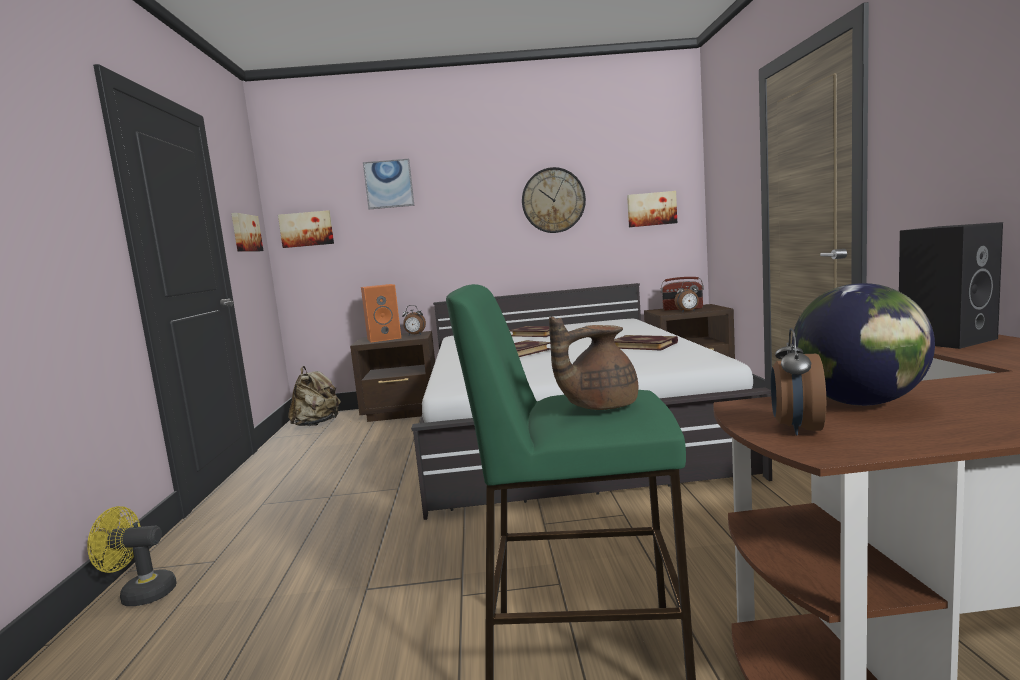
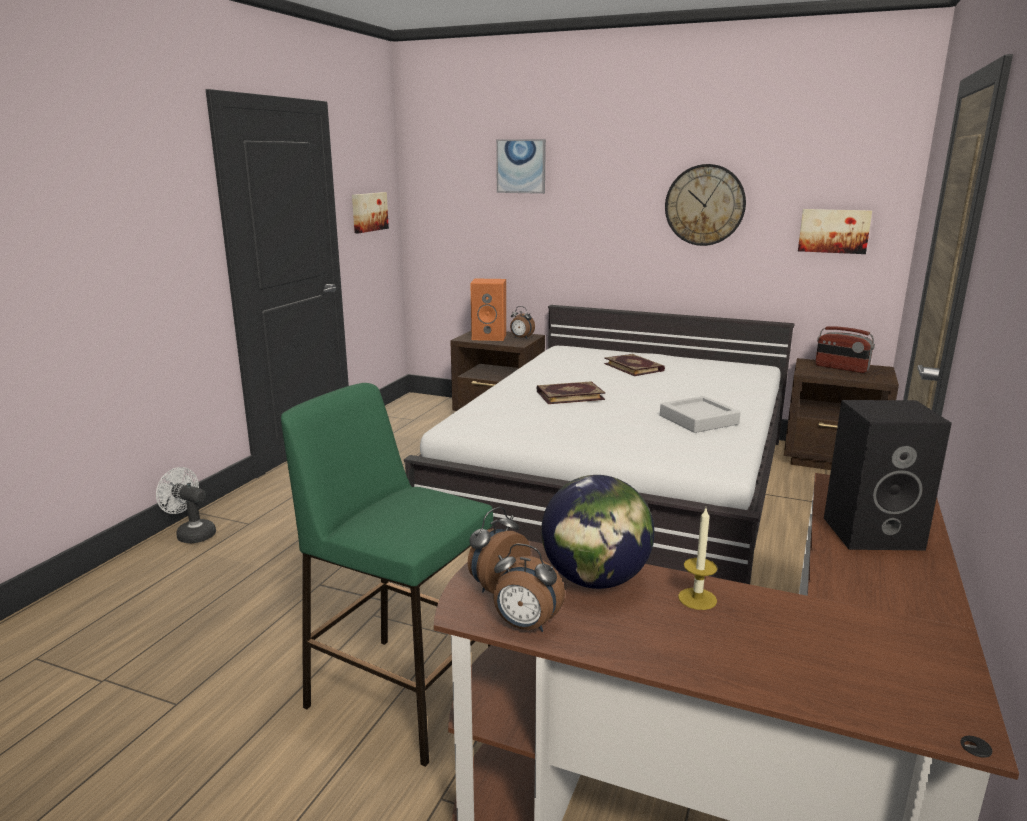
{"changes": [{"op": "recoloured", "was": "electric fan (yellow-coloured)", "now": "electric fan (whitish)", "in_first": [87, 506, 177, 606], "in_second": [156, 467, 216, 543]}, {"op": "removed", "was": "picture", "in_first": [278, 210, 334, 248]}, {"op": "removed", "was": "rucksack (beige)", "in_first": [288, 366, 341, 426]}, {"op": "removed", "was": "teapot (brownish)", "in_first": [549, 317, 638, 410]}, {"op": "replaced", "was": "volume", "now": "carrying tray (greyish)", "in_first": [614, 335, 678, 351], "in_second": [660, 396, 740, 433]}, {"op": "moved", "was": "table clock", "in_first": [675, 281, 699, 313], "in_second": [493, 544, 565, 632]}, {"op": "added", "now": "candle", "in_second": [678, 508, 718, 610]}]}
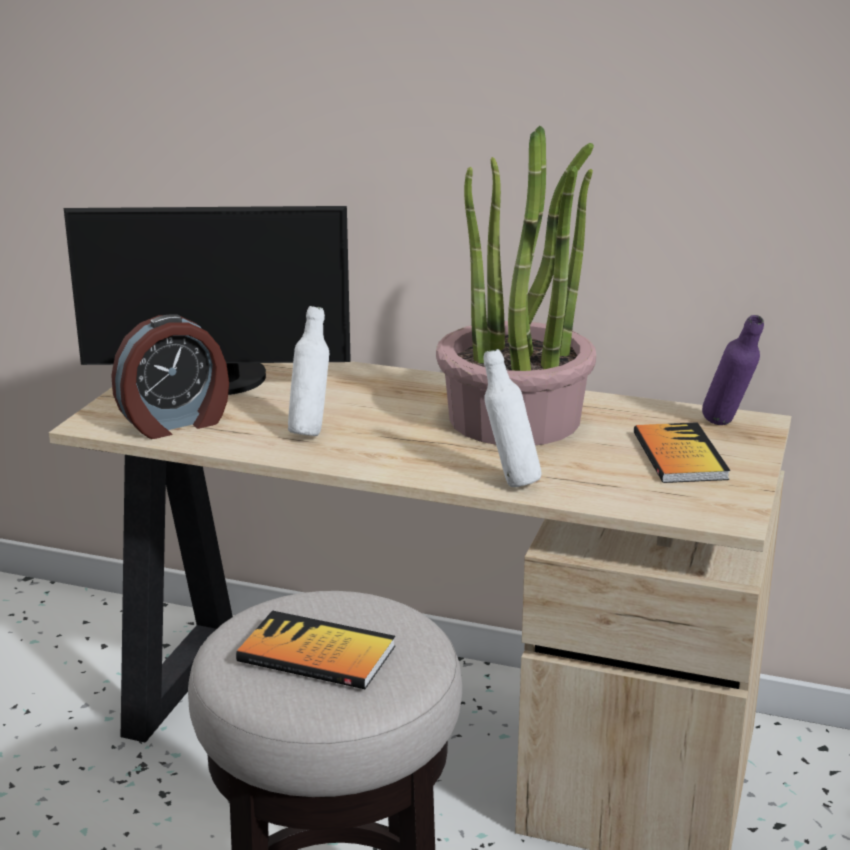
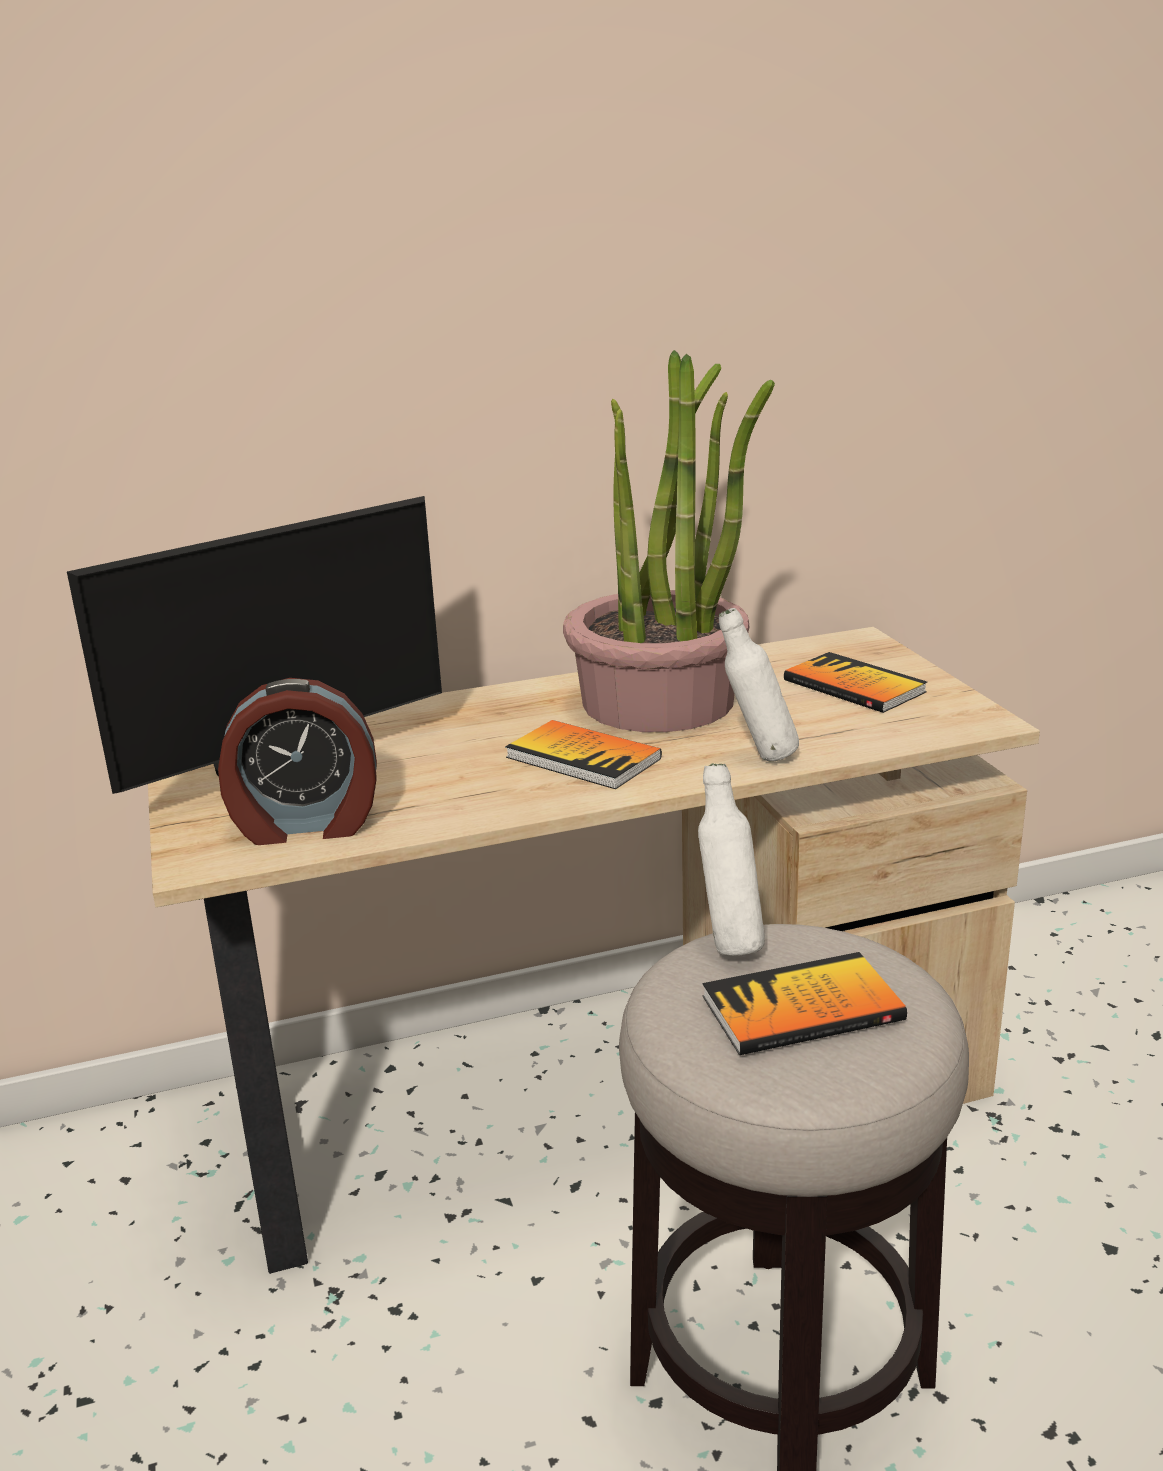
{"changes": [{"op": "turned", "was": "table clock", "in_first": [111, 314, 229, 439], "in_second": [218, 678, 377, 845], "clockwise": 60}, {"op": "moved", "was": "beverage bottle (whitish)", "in_first": [288, 306, 329, 436], "in_second": [698, 763, 765, 956]}, {"op": "removed", "was": "beverage bottle (purple)", "in_first": [702, 315, 764, 425]}, {"op": "added", "now": "volume", "in_second": [505, 720, 662, 789]}]}
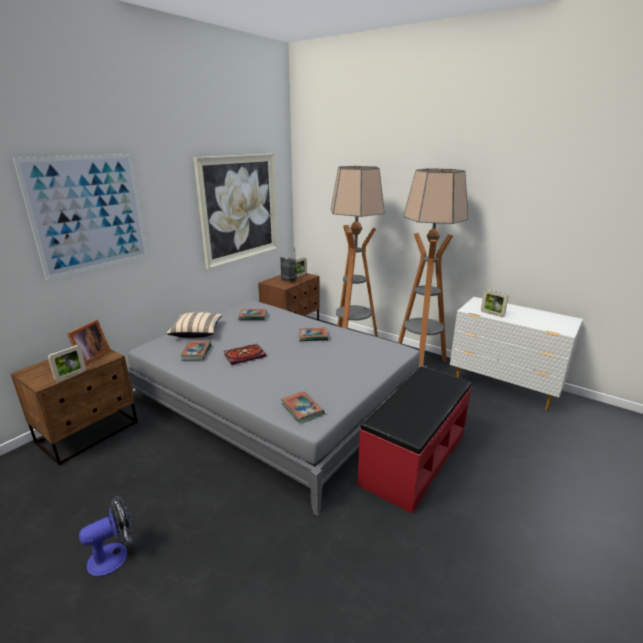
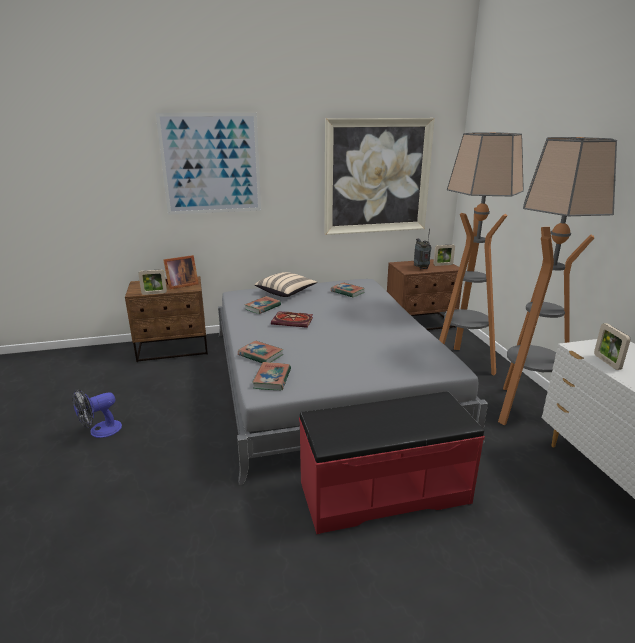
{"changes": [{"op": "turned", "was": "electric fan", "in_first": [79, 496, 134, 576], "in_second": [72, 389, 122, 438], "clockwise": 135}, {"op": "moved", "was": "volume", "in_first": [299, 328, 328, 341], "in_second": [238, 341, 283, 363]}]}
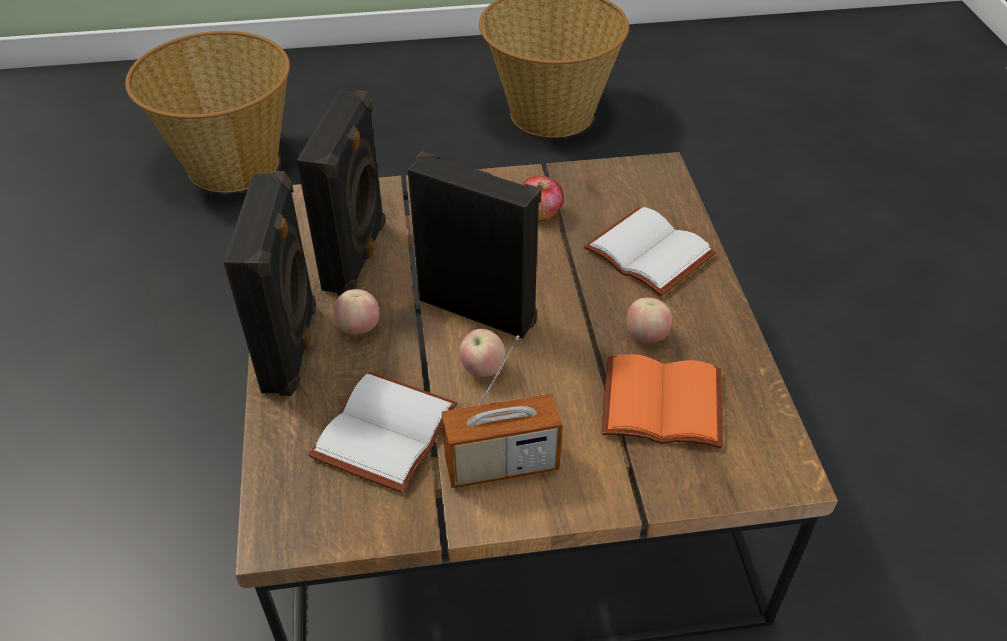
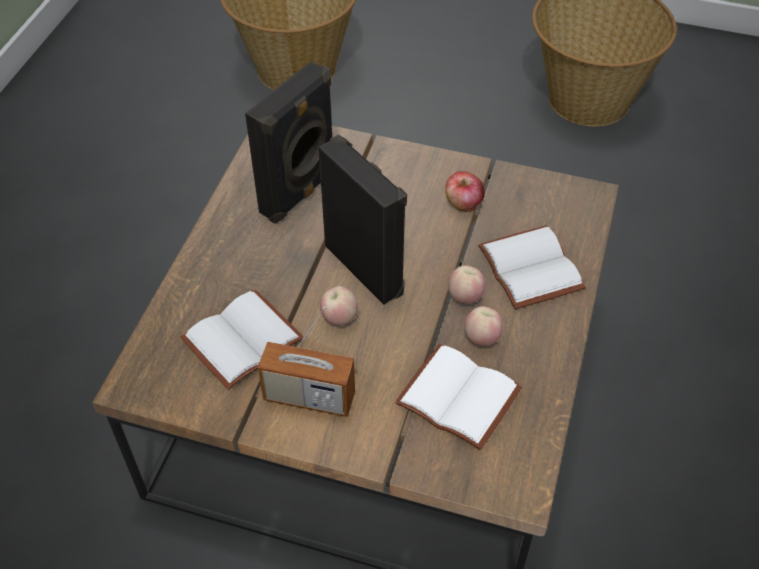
{"changes": [{"op": "removed", "was": "audio speaker (black)", "in_first": [224, 171, 316, 396]}, {"op": "moved", "was": "apple", "in_first": [334, 289, 380, 335], "in_second": [448, 265, 485, 304]}, {"op": "recoloured", "was": "volume (orange)", "now": "volume (whitish)", "in_first": [602, 354, 723, 448], "in_second": [395, 344, 522, 450]}]}
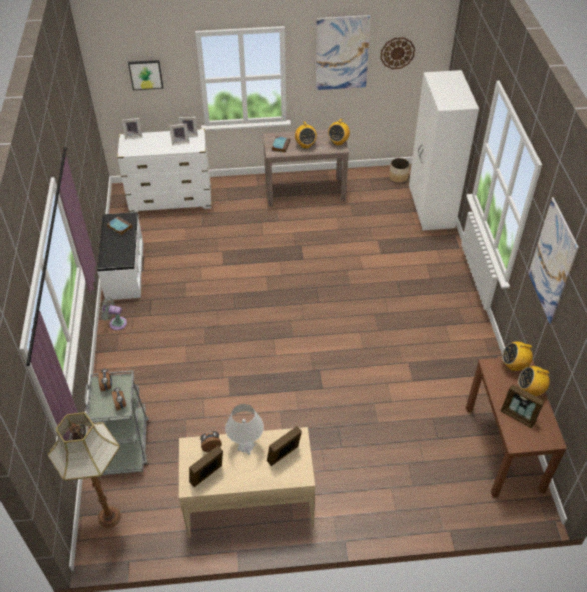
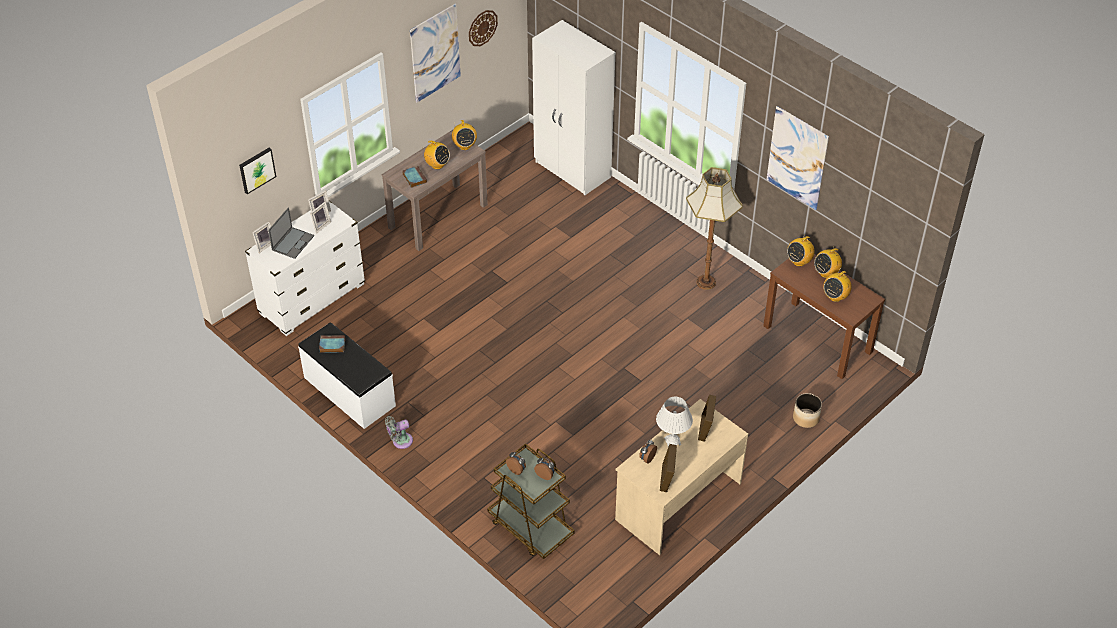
{"changes": [{"op": "moved", "was": "standard lamp", "in_first": [48, 412, 121, 528], "in_second": [686, 167, 743, 290]}, {"op": "recoloured", "was": "cart (greyish)", "now": "cart (brownish)", "in_first": [84, 370, 149, 475], "in_second": [487, 444, 575, 559]}, {"op": "moved", "was": "plant pot", "in_first": [389, 158, 410, 183], "in_second": [793, 393, 822, 428]}, {"op": "replaced", "was": "picture frame", "now": "radio", "in_first": [501, 384, 545, 428], "in_second": [823, 267, 852, 302]}, {"op": "added", "now": "laptop", "in_second": [268, 208, 314, 259]}]}
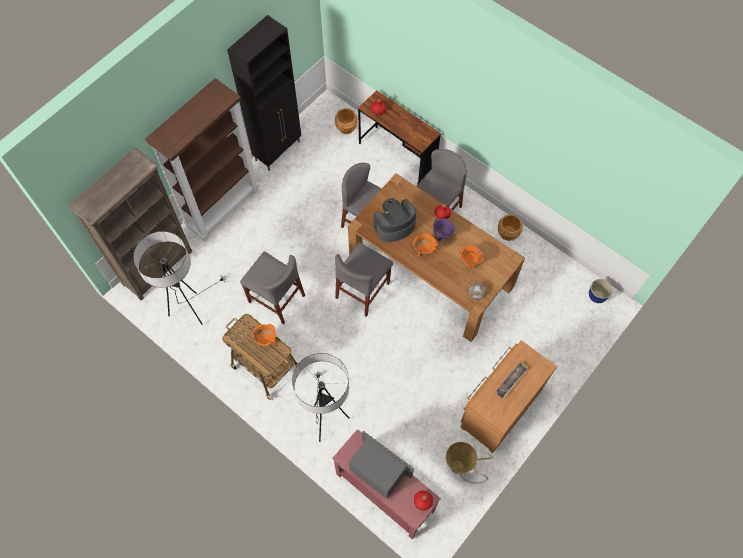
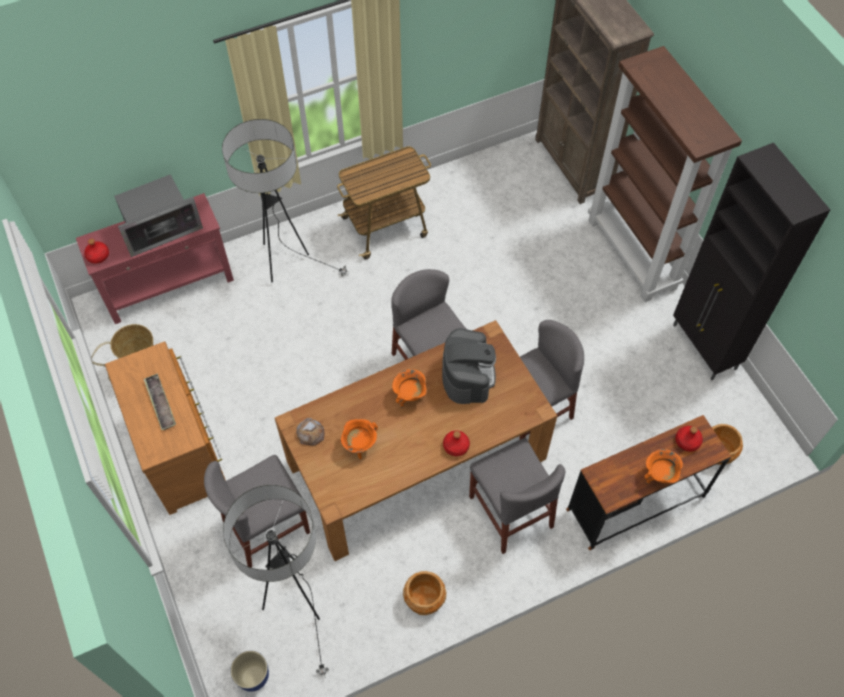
{"changes": [{"op": "moved", "was": "standard lamp", "in_first": [133, 231, 227, 325], "in_second": [223, 485, 329, 676]}, {"op": "moved", "was": "plain chair (greyish)", "in_first": [240, 251, 305, 324], "in_second": [204, 455, 310, 567]}, {"op": "moved", "was": "cooking pot (orange)", "in_first": [252, 324, 277, 346], "in_second": [644, 449, 683, 484]}, {"op": "removed", "was": "cooking pot (purple)", "in_first": [433, 219, 455, 241]}]}
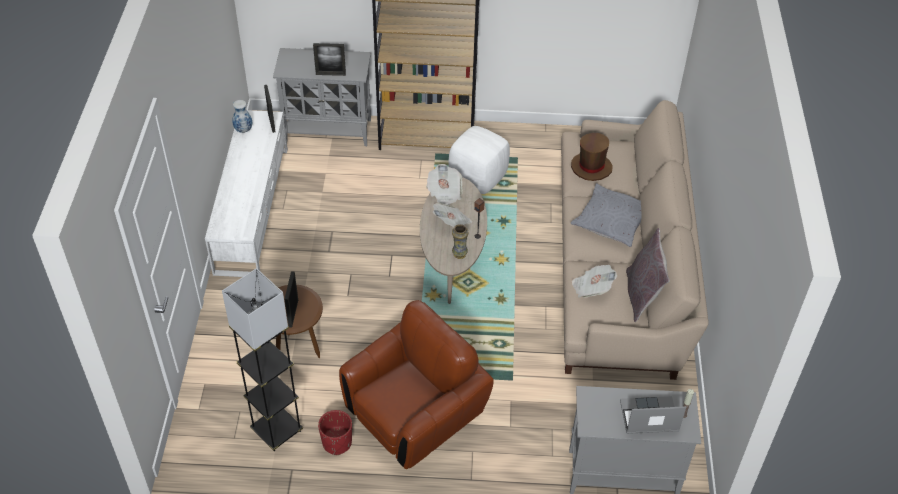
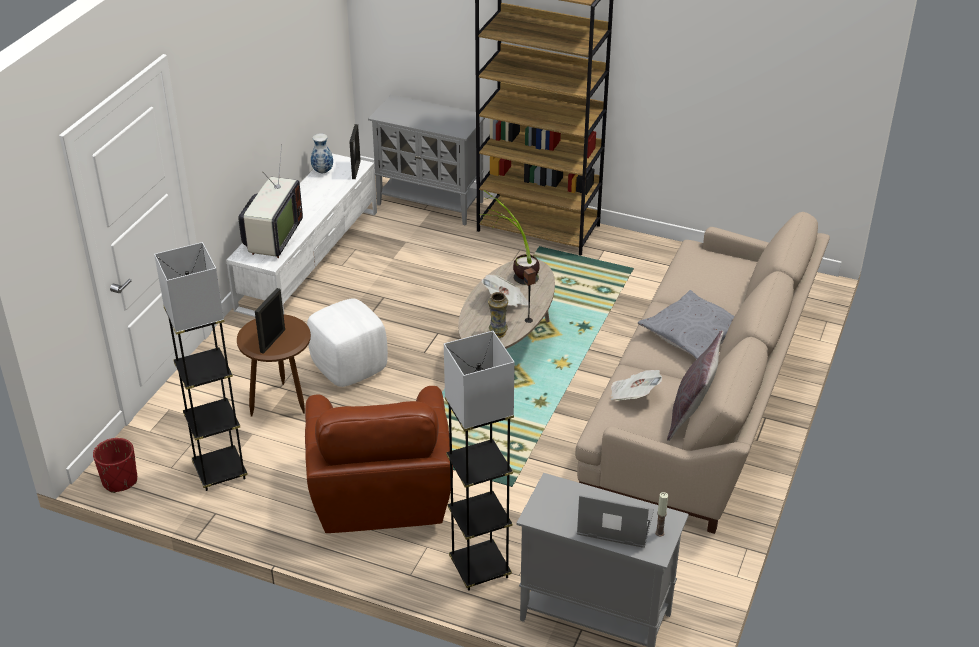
{"changes": [{"op": "removed", "was": "picture frame", "in_first": [313, 43, 346, 76]}, {"op": "moved", "was": "plant pot (red)", "in_first": [318, 410, 352, 455], "in_second": [93, 438, 137, 493]}, {"op": "turned", "was": "lounge chair (brownish)", "in_first": [339, 300, 494, 469], "in_second": [305, 386, 453, 533], "clockwise": 105}, {"op": "replaced", "was": "printed paper", "now": "plant in a pot", "in_first": [426, 164, 462, 205], "in_second": [479, 190, 540, 285]}, {"op": "moved", "was": "footrest (whitish)", "in_first": [448, 126, 510, 194], "in_second": [307, 299, 388, 387]}, {"op": "removed", "was": "hat (brownish)", "in_first": [571, 133, 613, 181]}, {"op": "added", "now": "television", "in_second": [238, 144, 303, 258]}, {"op": "added", "now": "standard lamp (greyish)", "in_second": [444, 331, 515, 591]}]}
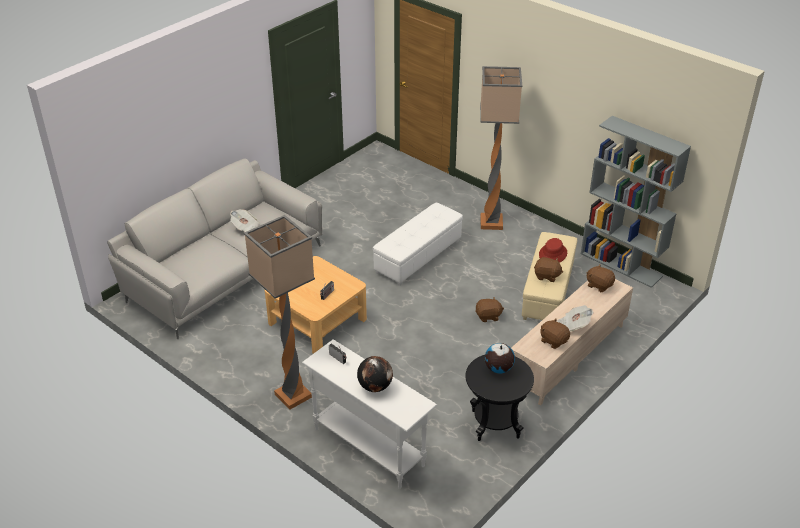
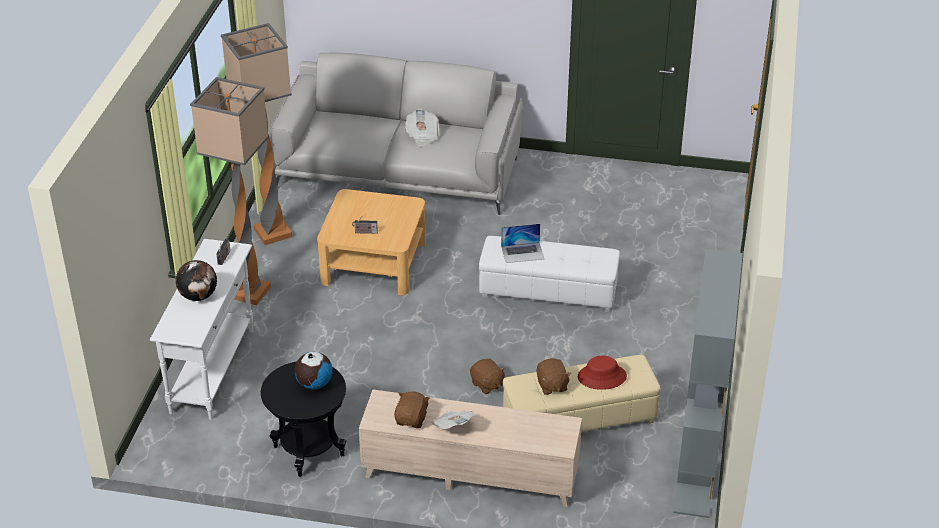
{"changes": [{"op": "moved", "was": "standard lamp", "in_first": [480, 66, 522, 230], "in_second": [221, 23, 292, 245]}, {"op": "removed", "was": "plush toy (brownish)", "in_first": [586, 265, 615, 292]}, {"op": "added", "now": "laptop", "in_second": [501, 224, 544, 263]}]}
